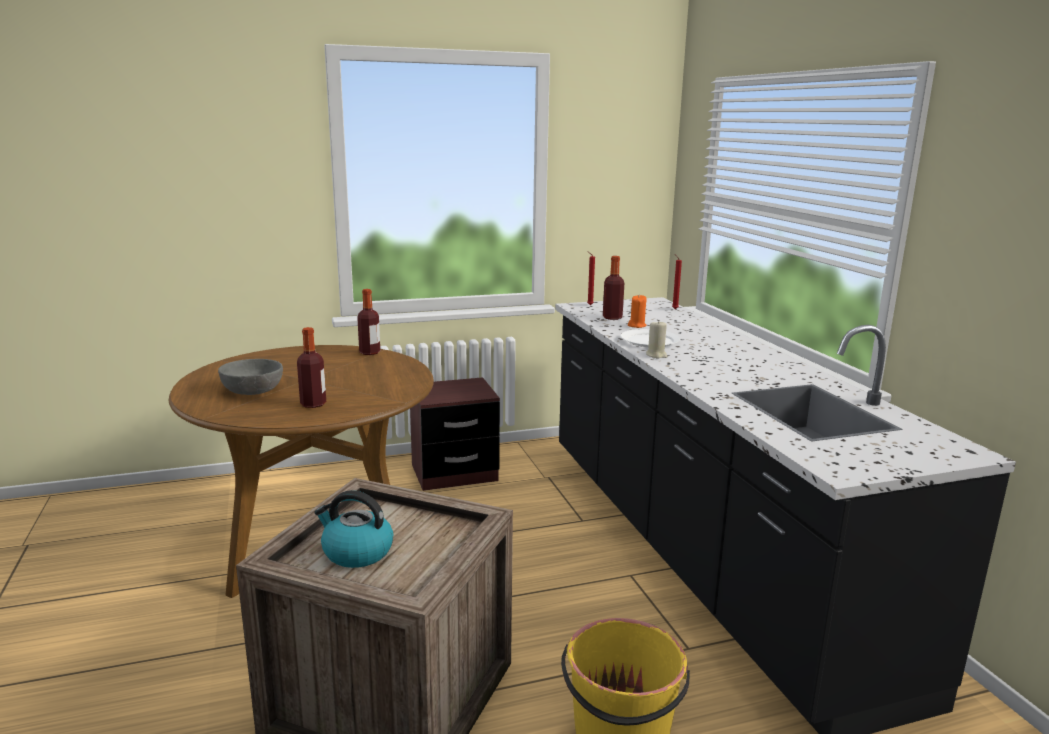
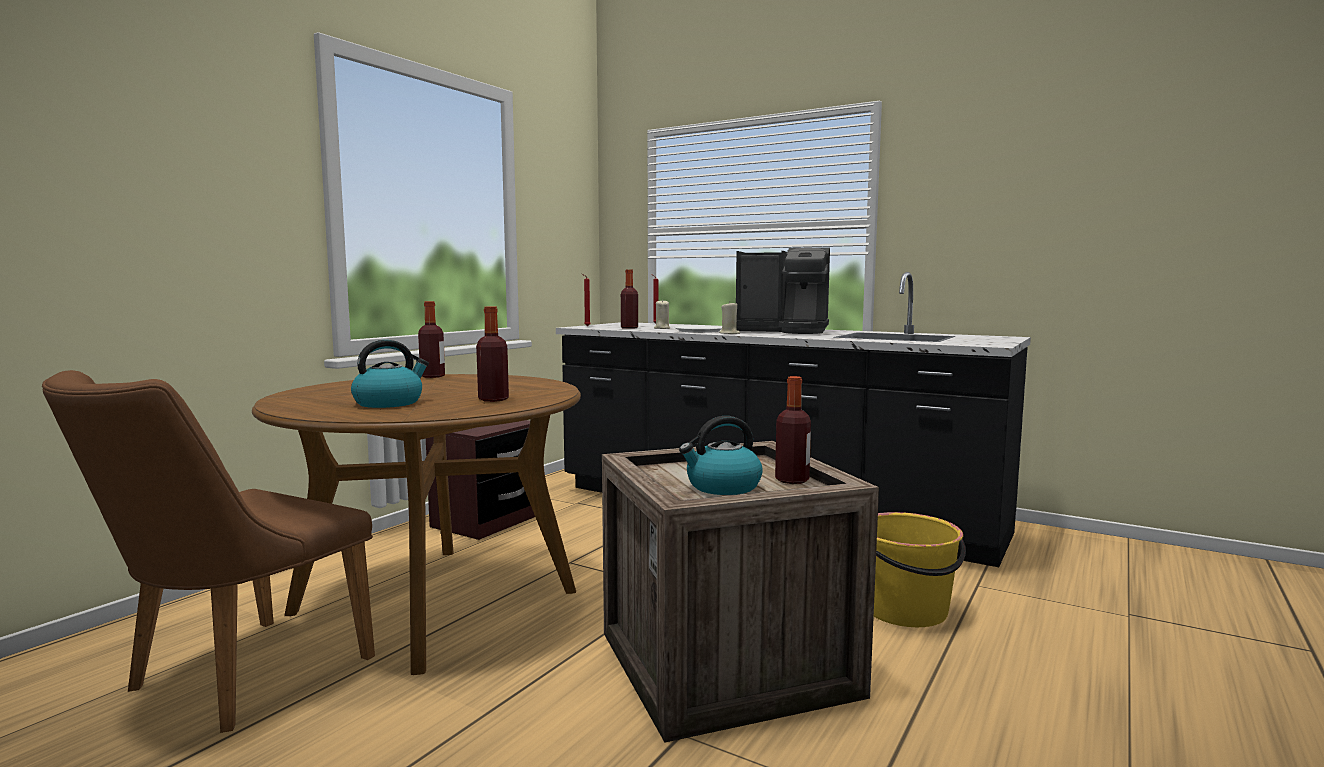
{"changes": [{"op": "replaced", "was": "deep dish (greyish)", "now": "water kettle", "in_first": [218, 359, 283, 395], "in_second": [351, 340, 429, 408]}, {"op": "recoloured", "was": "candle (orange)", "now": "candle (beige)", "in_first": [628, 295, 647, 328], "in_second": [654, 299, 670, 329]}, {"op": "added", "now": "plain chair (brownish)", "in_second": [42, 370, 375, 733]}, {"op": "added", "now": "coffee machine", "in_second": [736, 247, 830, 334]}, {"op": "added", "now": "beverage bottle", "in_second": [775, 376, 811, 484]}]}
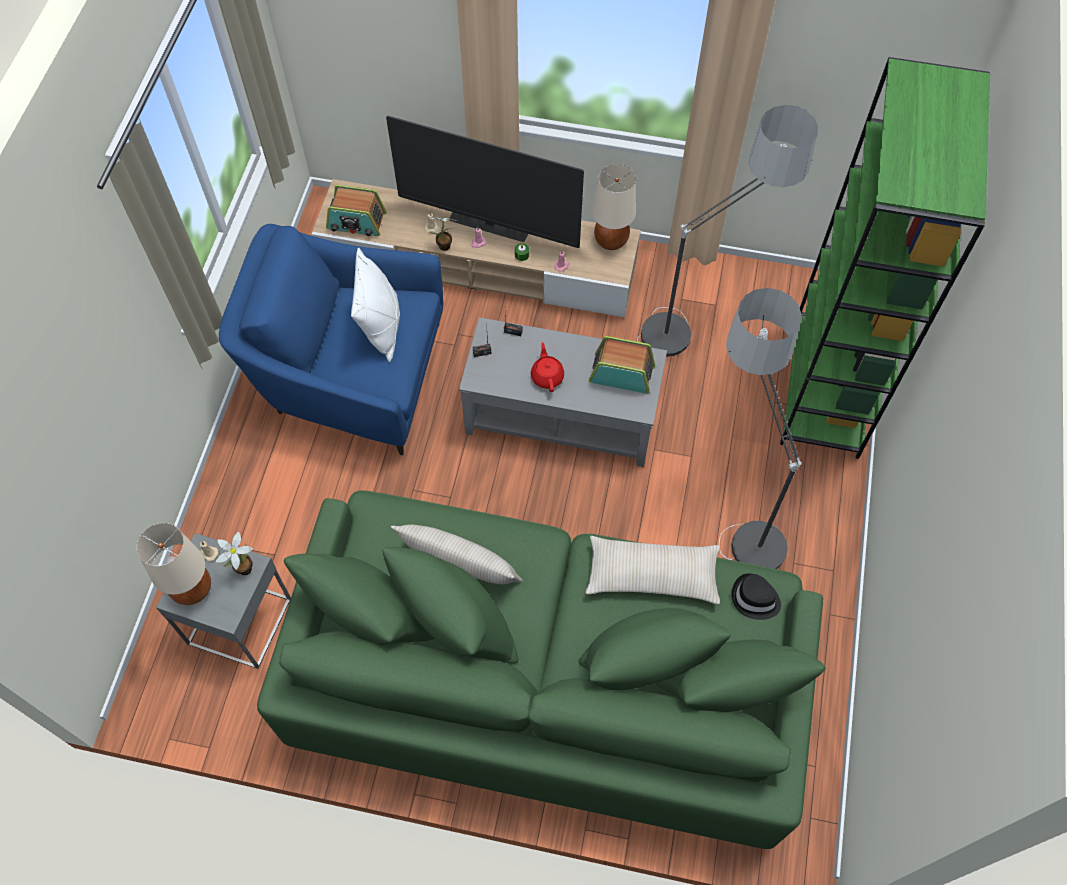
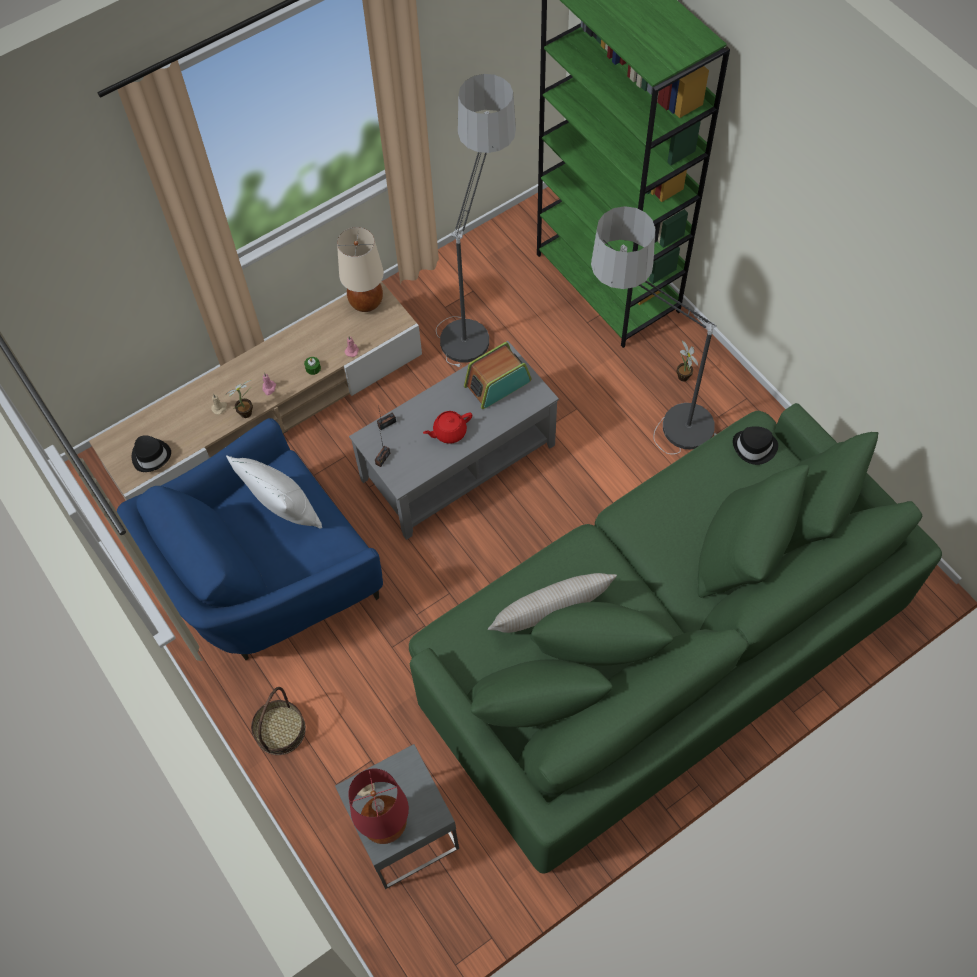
{"changes": [{"op": "recoloured", "was": "table lamp (beige)", "now": "table lamp (red)", "in_first": [137, 523, 211, 605], "in_second": [348, 769, 409, 844]}, {"op": "moved", "was": "plant in a pot", "in_first": [216, 531, 253, 575], "in_second": [677, 340, 698, 382]}, {"op": "replaced", "was": "radio", "now": "hat (black)", "in_first": [326, 185, 387, 236], "in_second": [132, 435, 171, 472]}, {"op": "removed", "was": "television", "in_first": [386, 116, 584, 248]}, {"op": "turned", "was": "teapot (red)", "in_first": [531, 342, 564, 392], "in_second": [423, 411, 472, 444], "clockwise": -60}, {"op": "removed", "was": "cushion (beige)", "in_first": [586, 536, 720, 604]}, {"op": "added", "now": "storage basket", "in_second": [251, 687, 306, 755]}]}
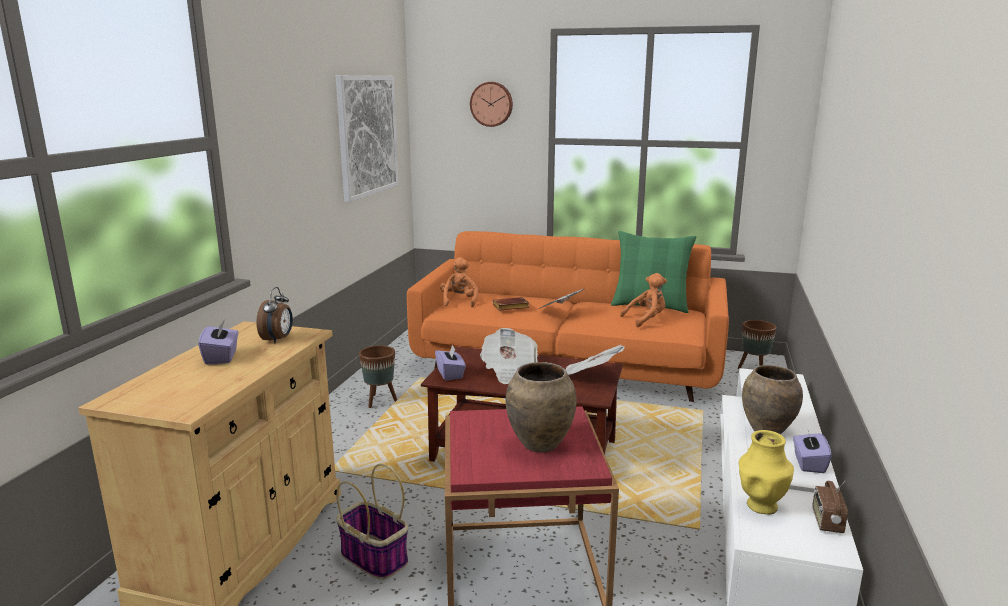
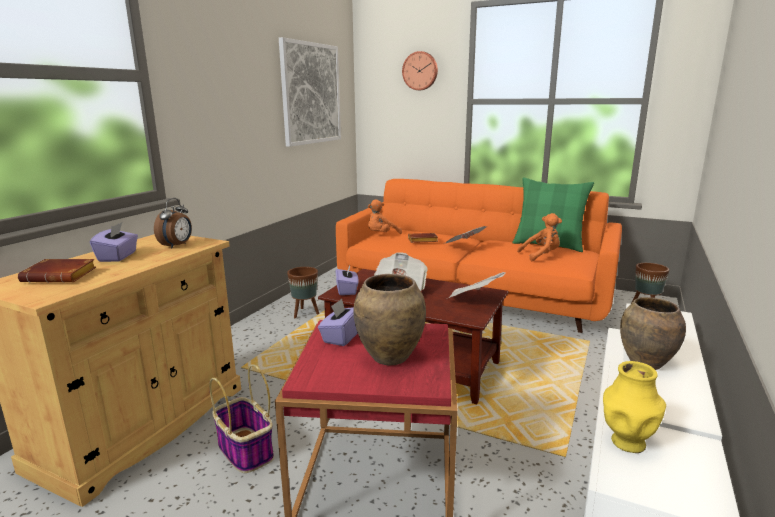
{"changes": [{"op": "turned", "was": "plush toy (orange)", "in_first": [440, 257, 478, 307], "in_second": [368, 199, 402, 234], "clockwise": -135}, {"op": "moved", "was": "box of tissues (purple)", "in_first": [793, 431, 832, 473], "in_second": [318, 298, 358, 346]}, {"op": "removed", "was": "radio", "in_first": [812, 481, 848, 533]}, {"op": "added", "now": "volume (brownish)", "in_second": [18, 259, 96, 283]}]}
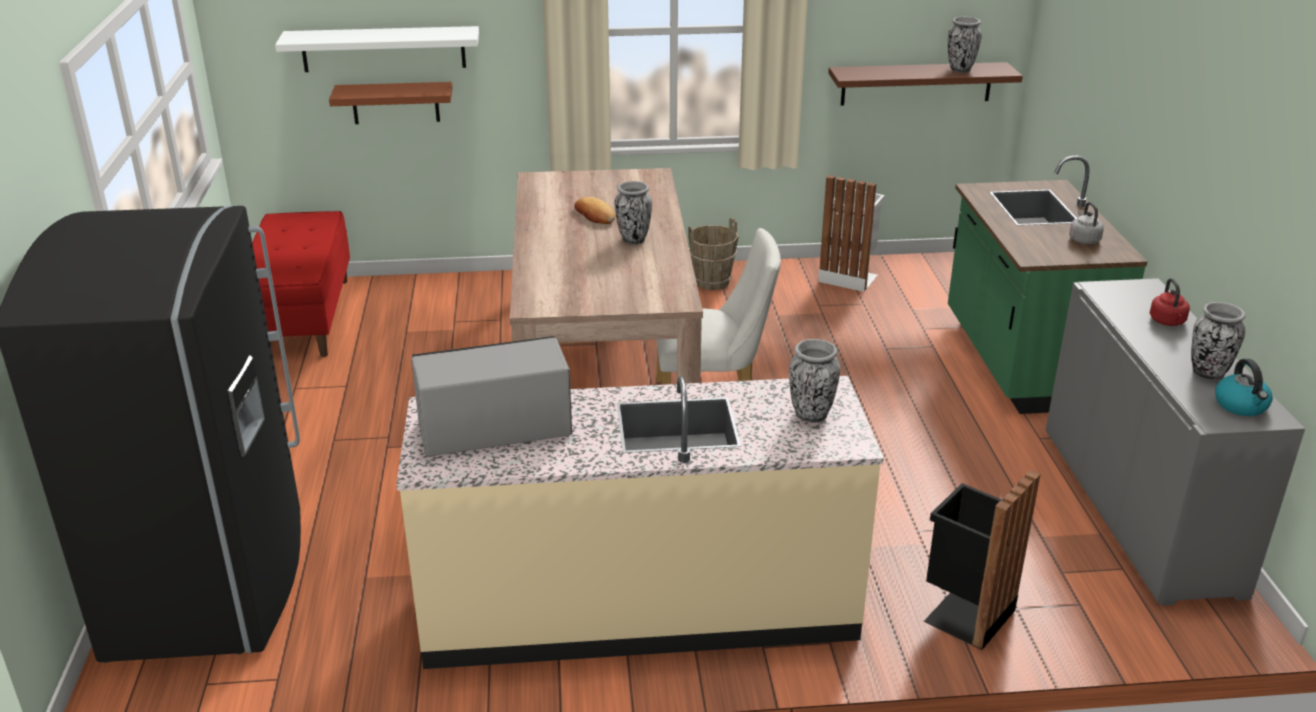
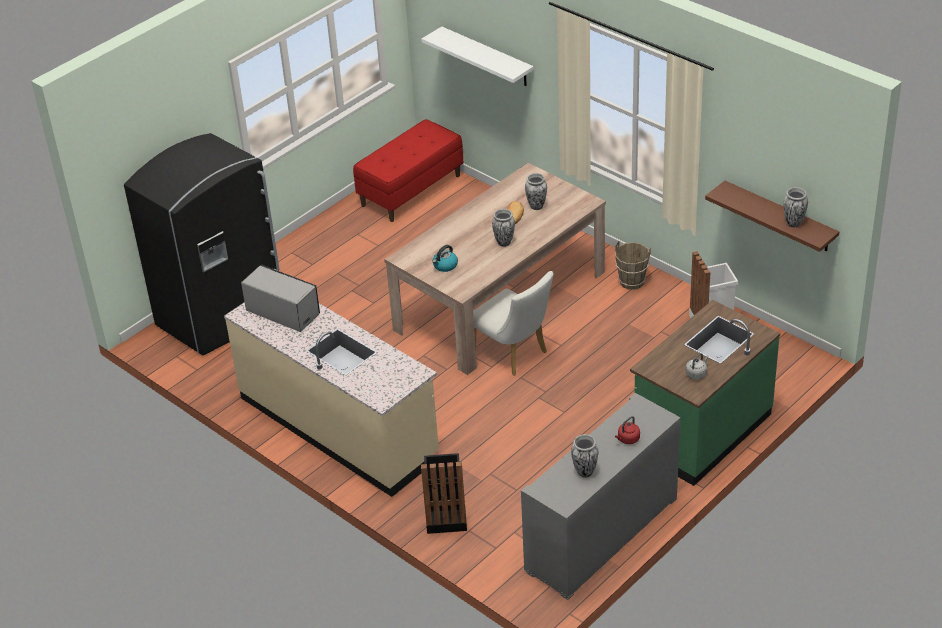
{"changes": [{"op": "removed", "was": "wall shelf (brownish)", "in_first": [329, 82, 453, 124]}, {"op": "moved", "was": "decorative vase", "in_first": [789, 339, 840, 423], "in_second": [525, 173, 547, 210]}, {"op": "moved", "was": "water kettle", "in_first": [1215, 359, 1273, 416], "in_second": [432, 245, 458, 272]}]}
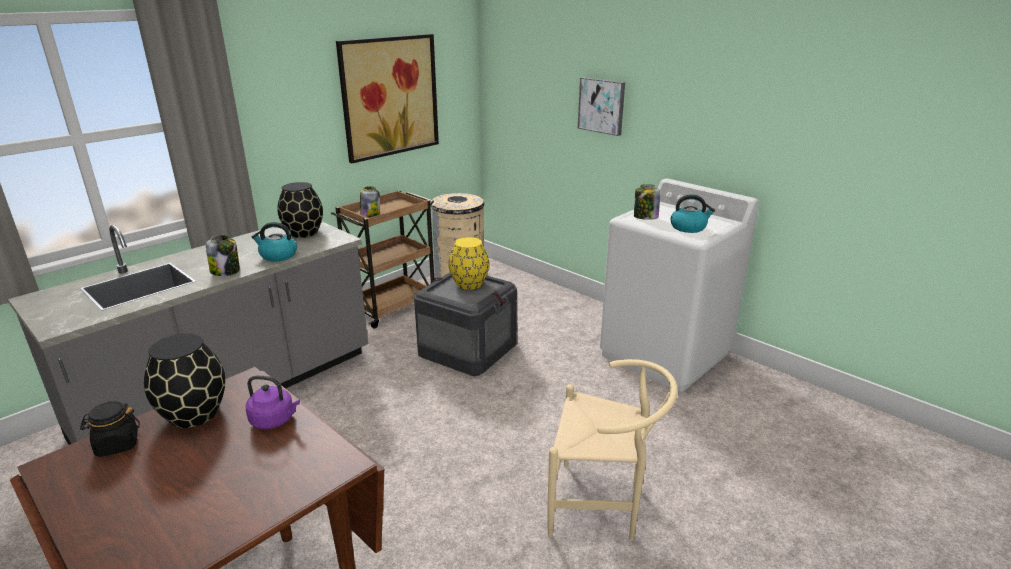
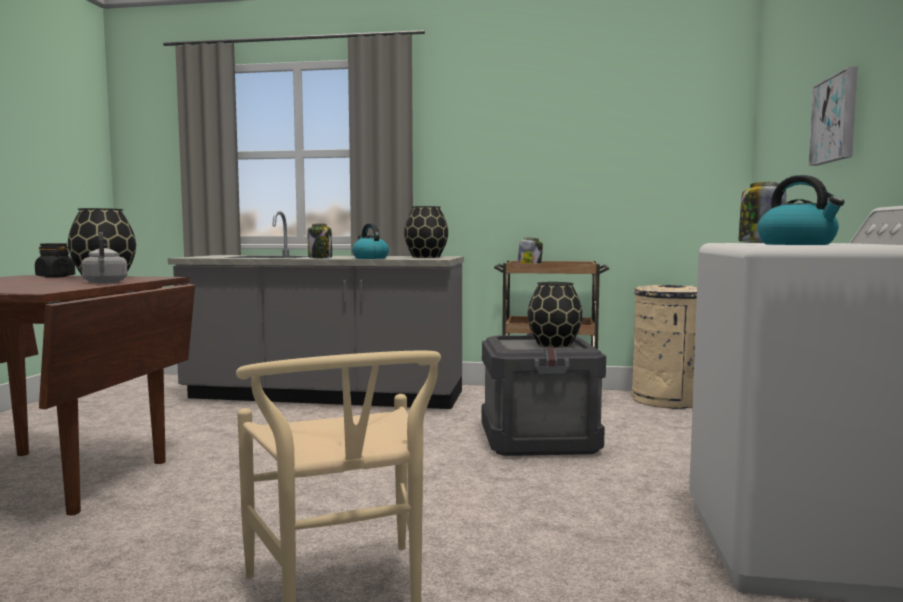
{"changes": [{"op": "recoloured", "was": "water kettle (purple)", "now": "water kettle (greyish)", "in_first": [246, 376, 300, 429], "in_second": [81, 232, 128, 283]}, {"op": "removed", "was": "picture", "in_first": [336, 34, 439, 163]}, {"op": "recoloured", "was": "decorative vase (yellow-coloured)", "now": "decorative vase (black)", "in_first": [449, 237, 489, 290], "in_second": [528, 282, 583, 347]}]}
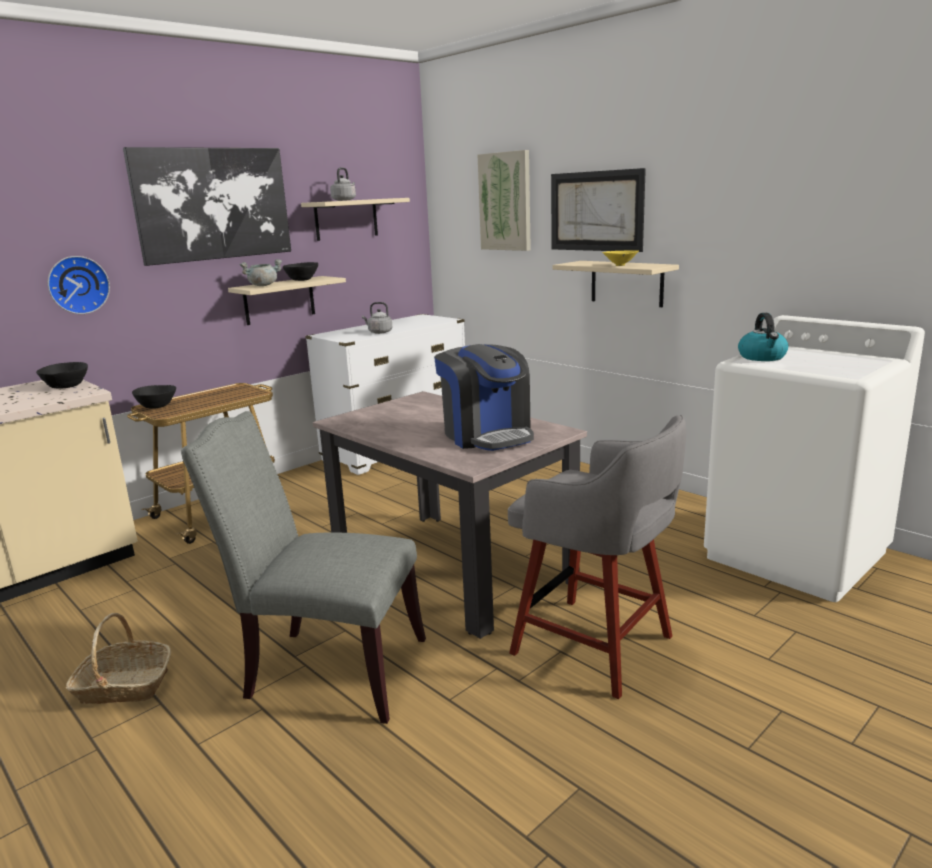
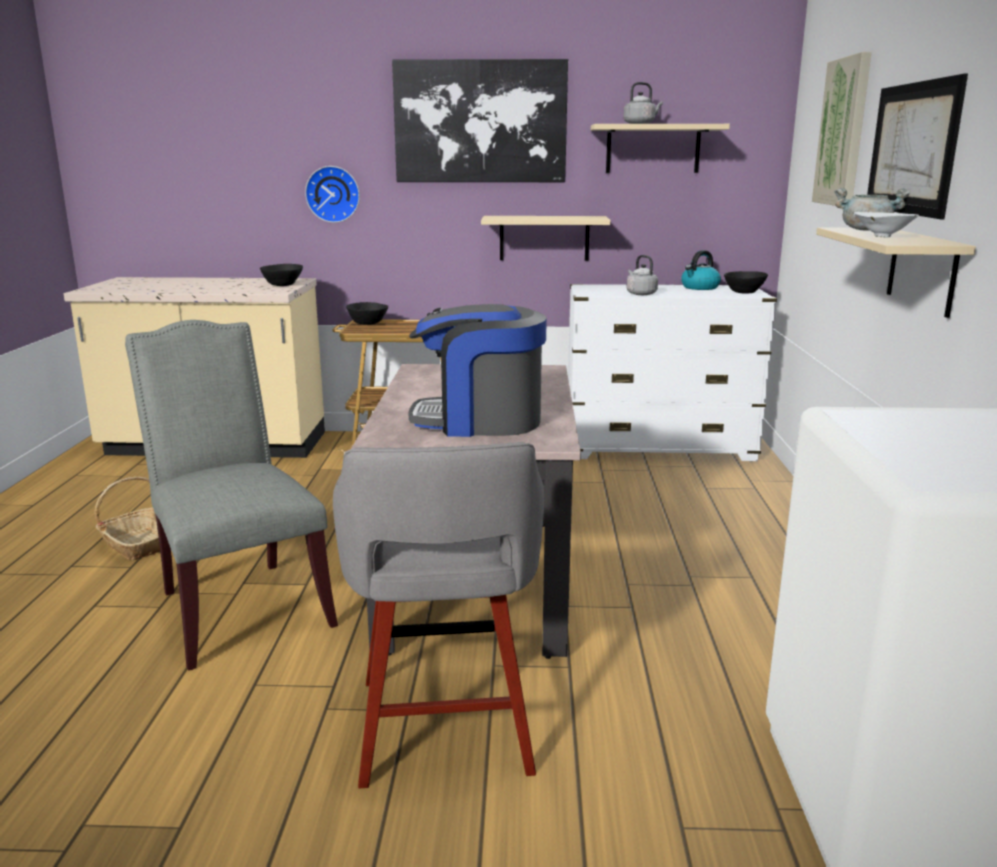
{"changes": [{"op": "moved", "was": "cooking pot (greyish)", "in_first": [240, 259, 282, 286], "in_second": [834, 188, 910, 231]}, {"op": "moved", "was": "deep dish (black)", "in_first": [283, 262, 318, 281], "in_second": [724, 271, 768, 294]}, {"op": "turned", "was": "coffee machine", "in_first": [434, 344, 534, 451], "in_second": [409, 304, 547, 437], "clockwise": 75}, {"op": "recoloured", "was": "deep dish (yellow-coloured)", "now": "deep dish (whitish)", "in_first": [602, 250, 639, 266], "in_second": [854, 212, 919, 237]}, {"op": "moved", "was": "water kettle", "in_first": [738, 313, 788, 361], "in_second": [681, 250, 721, 290]}]}
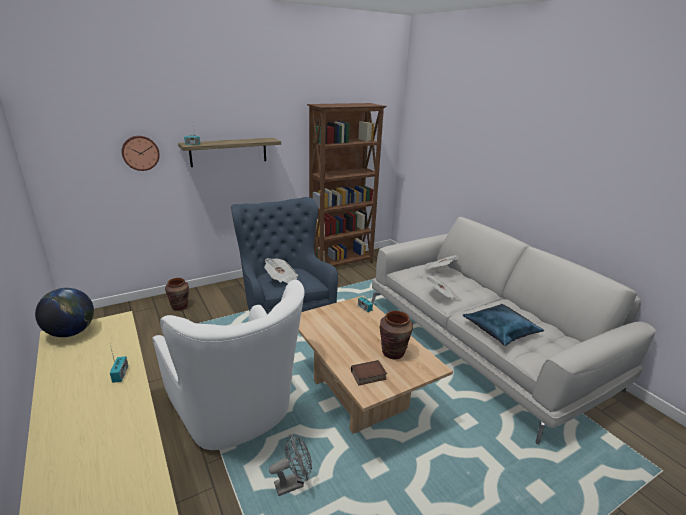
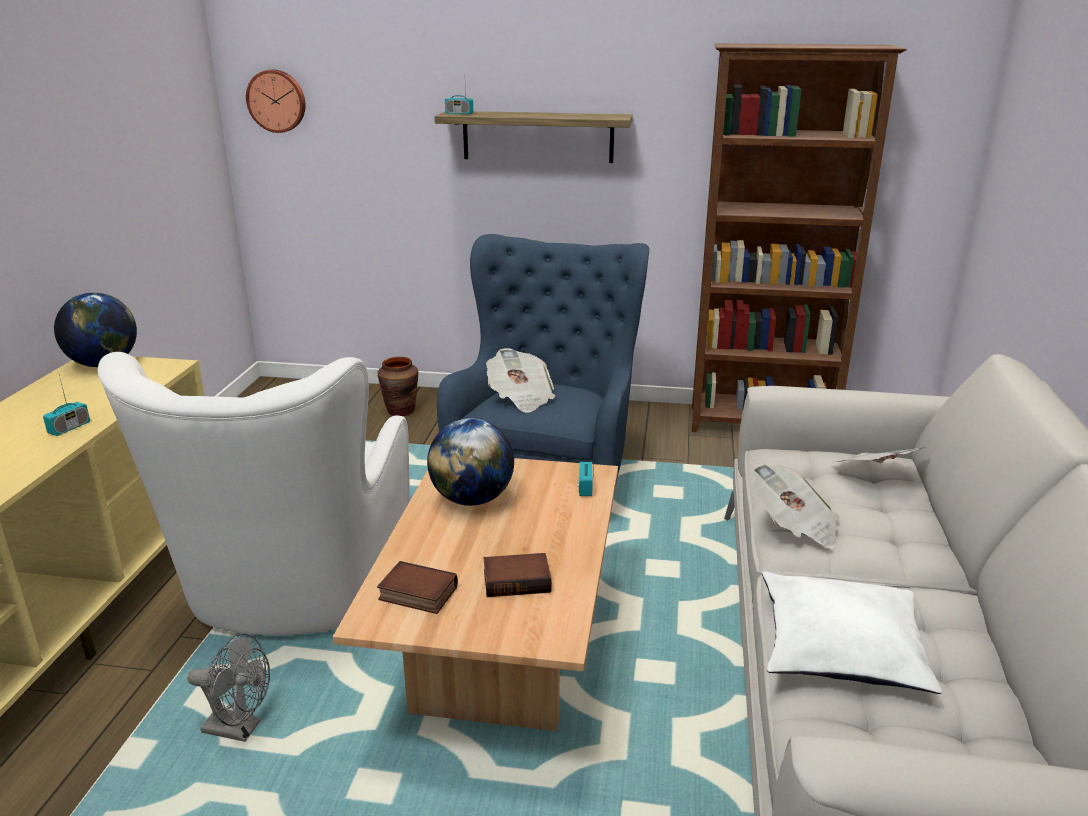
{"changes": [{"op": "moved", "was": "clock on the wall", "in_first": [122, 136, 160, 171], "in_second": [246, 70, 305, 133]}, {"op": "replaced", "was": "decorative vase (brownish)", "now": "volume", "in_first": [379, 310, 413, 360], "in_second": [484, 553, 552, 597]}, {"op": "recoloured", "was": "cushion (blue)", "now": "cushion (whitish)", "in_first": [463, 304, 544, 346], "in_second": [762, 571, 942, 694]}, {"op": "added", "now": "world globe", "in_second": [427, 418, 514, 506]}]}
